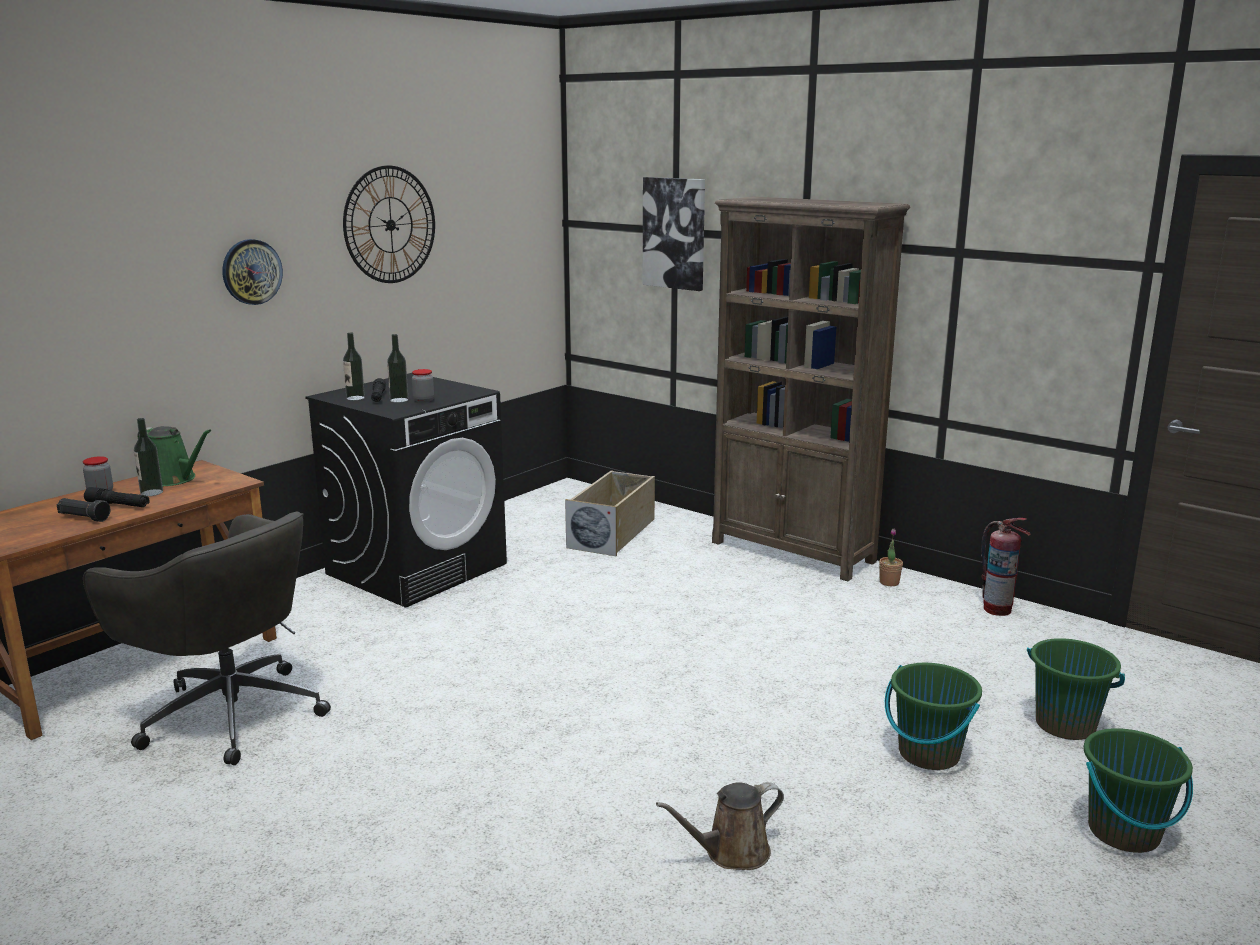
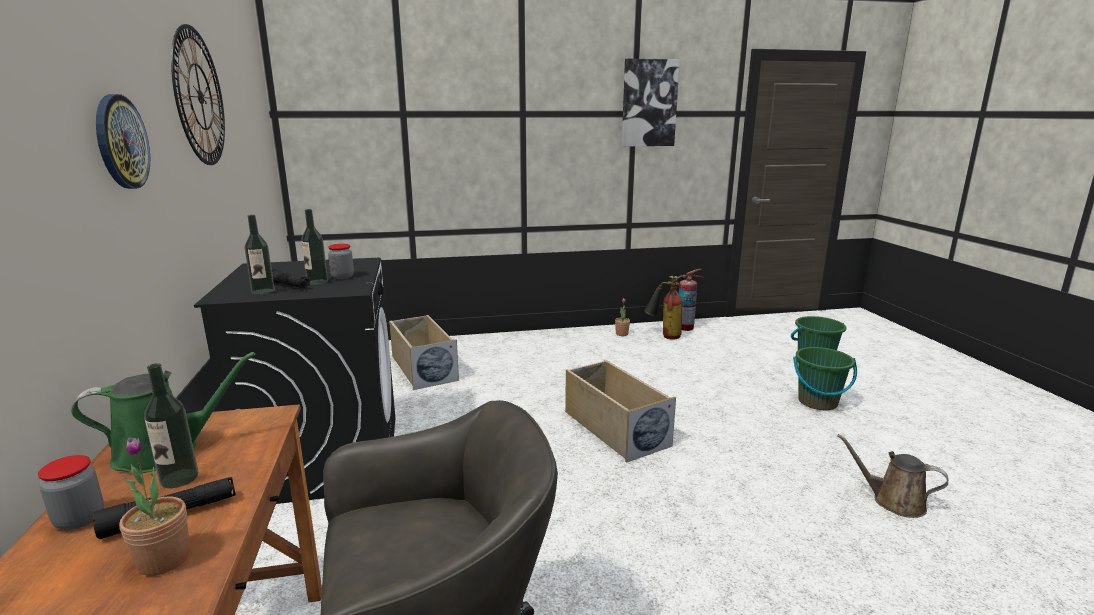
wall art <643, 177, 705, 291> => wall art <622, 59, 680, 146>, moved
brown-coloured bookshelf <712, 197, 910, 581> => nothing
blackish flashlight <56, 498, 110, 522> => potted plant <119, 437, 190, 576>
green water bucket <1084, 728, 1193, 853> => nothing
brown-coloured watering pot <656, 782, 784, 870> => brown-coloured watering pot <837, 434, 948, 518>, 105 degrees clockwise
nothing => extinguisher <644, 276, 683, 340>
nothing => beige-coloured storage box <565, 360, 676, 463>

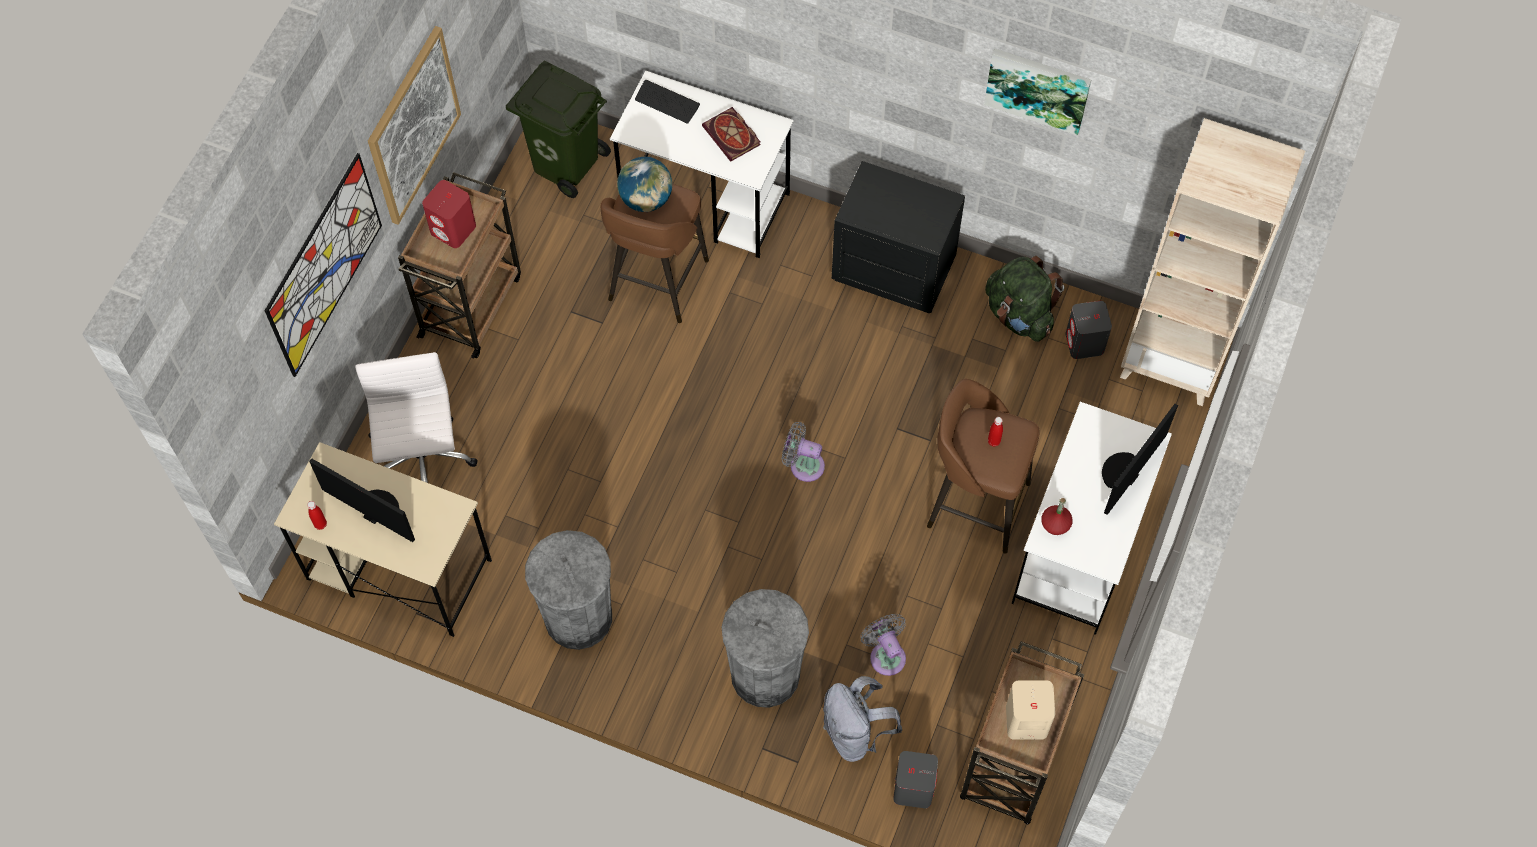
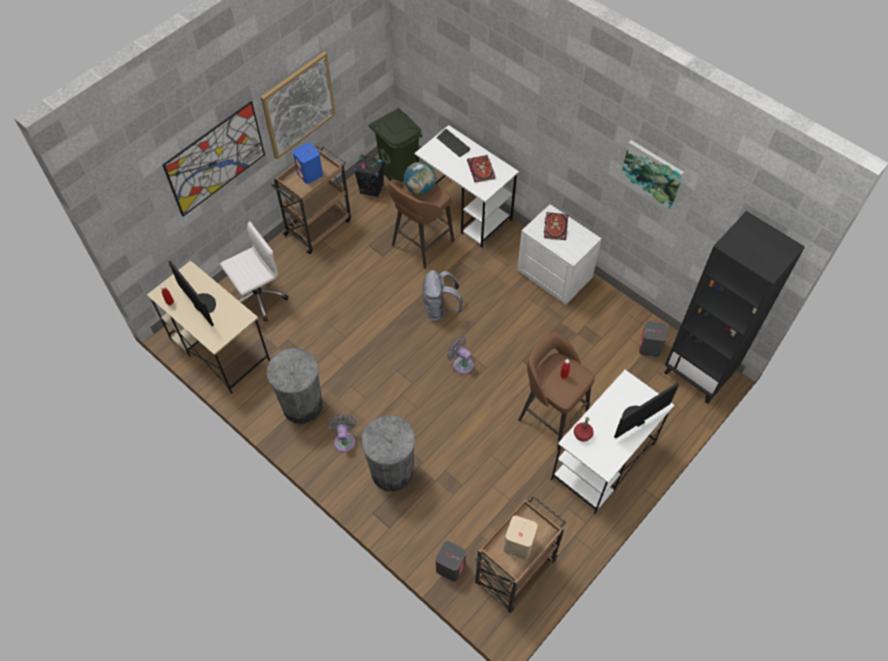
beige-coloured bookshelf <1120, 118, 1305, 406> => blackish bookshelf <664, 211, 805, 404>
blackish night table <831, 161, 965, 314> => white-coloured night table <517, 204, 602, 305>
reddish speaker <422, 180, 476, 248> => blue speaker <293, 143, 323, 184>
green rucksack <985, 256, 1065, 342> => nothing
white-coloured desk chair <355, 352, 478, 483> => white-coloured desk chair <220, 221, 288, 322>, 45 degrees clockwise
greyish electric fan <861, 614, 906, 676> => greyish electric fan <327, 414, 357, 452>, moved
greyish rucksack <823, 676, 902, 762> => greyish rucksack <423, 270, 463, 321>, moved
nothing => blackish speaker <354, 155, 384, 198>
nothing => bound book <544, 212, 568, 240>

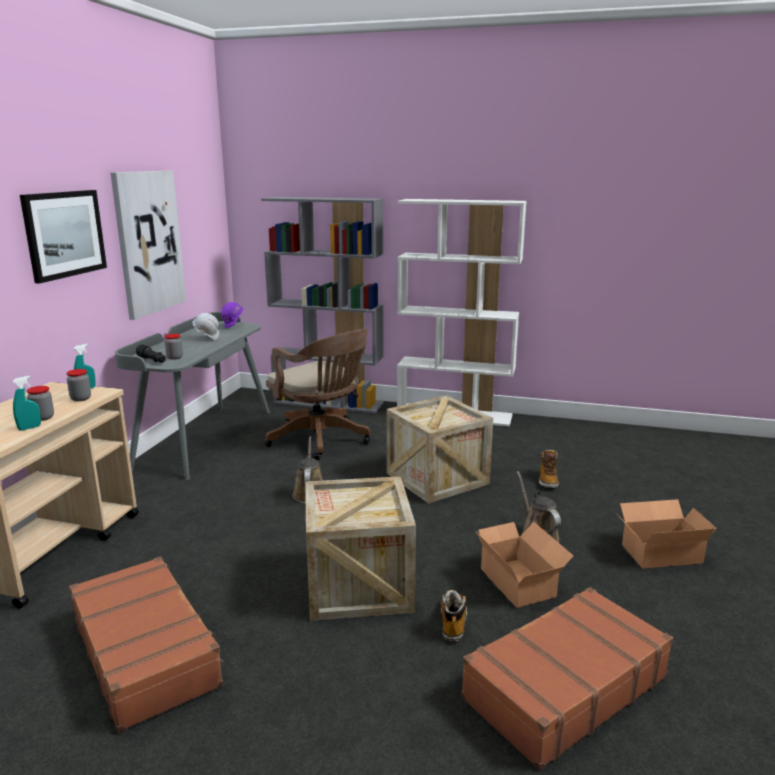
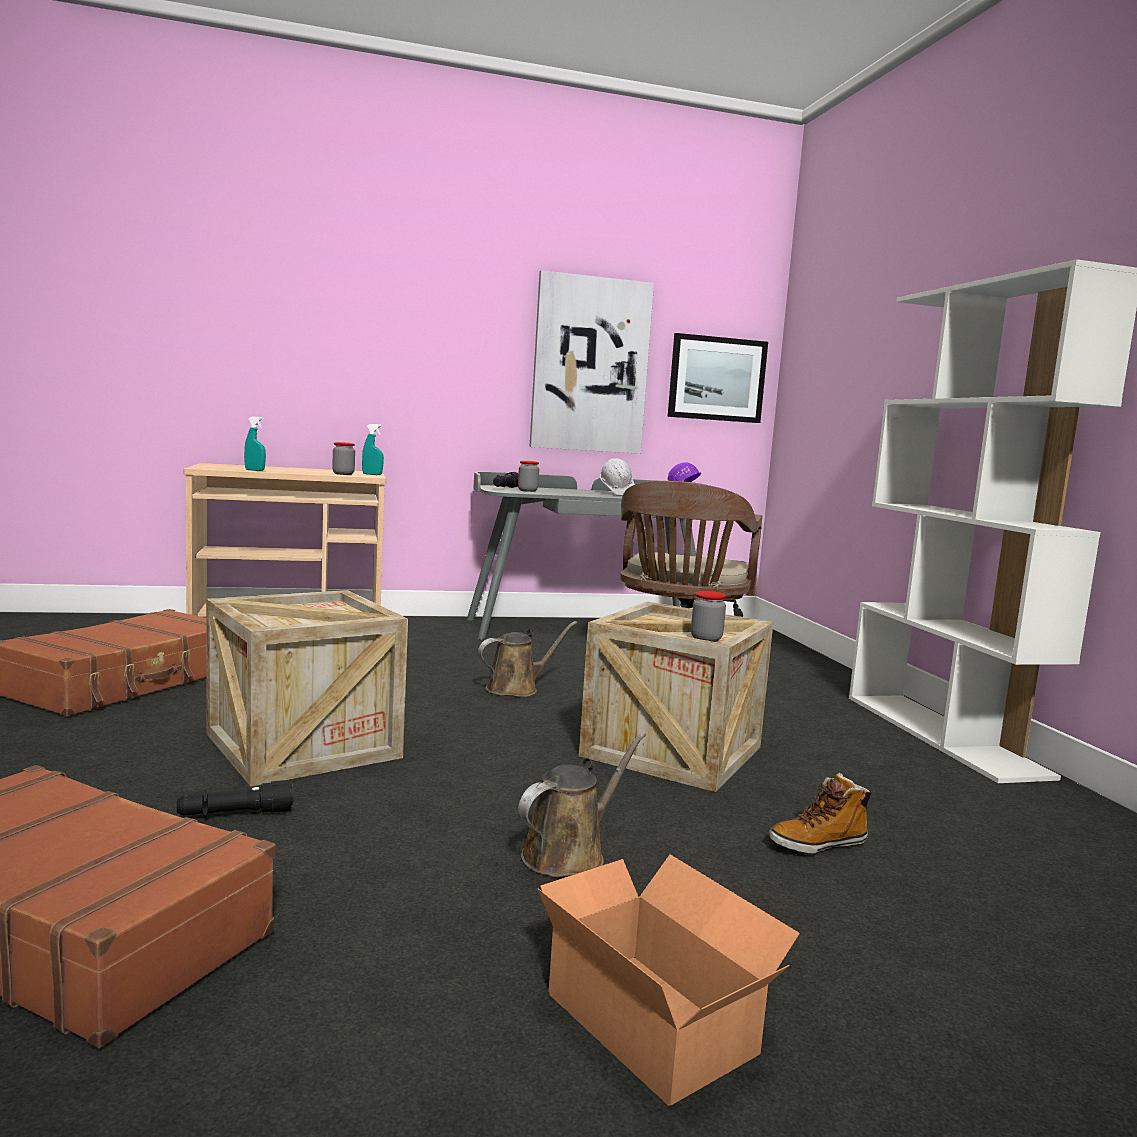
wall art <20, 190, 107, 284> => wall art <668, 333, 768, 423>, moved
greyish bookshelf <261, 197, 384, 413> => nothing
jar <27, 386, 54, 421> => jar <691, 591, 726, 642>, moved
carton <476, 522, 574, 608> => nothing
boot <441, 590, 467, 642> => blackish flashlight <177, 780, 293, 817>

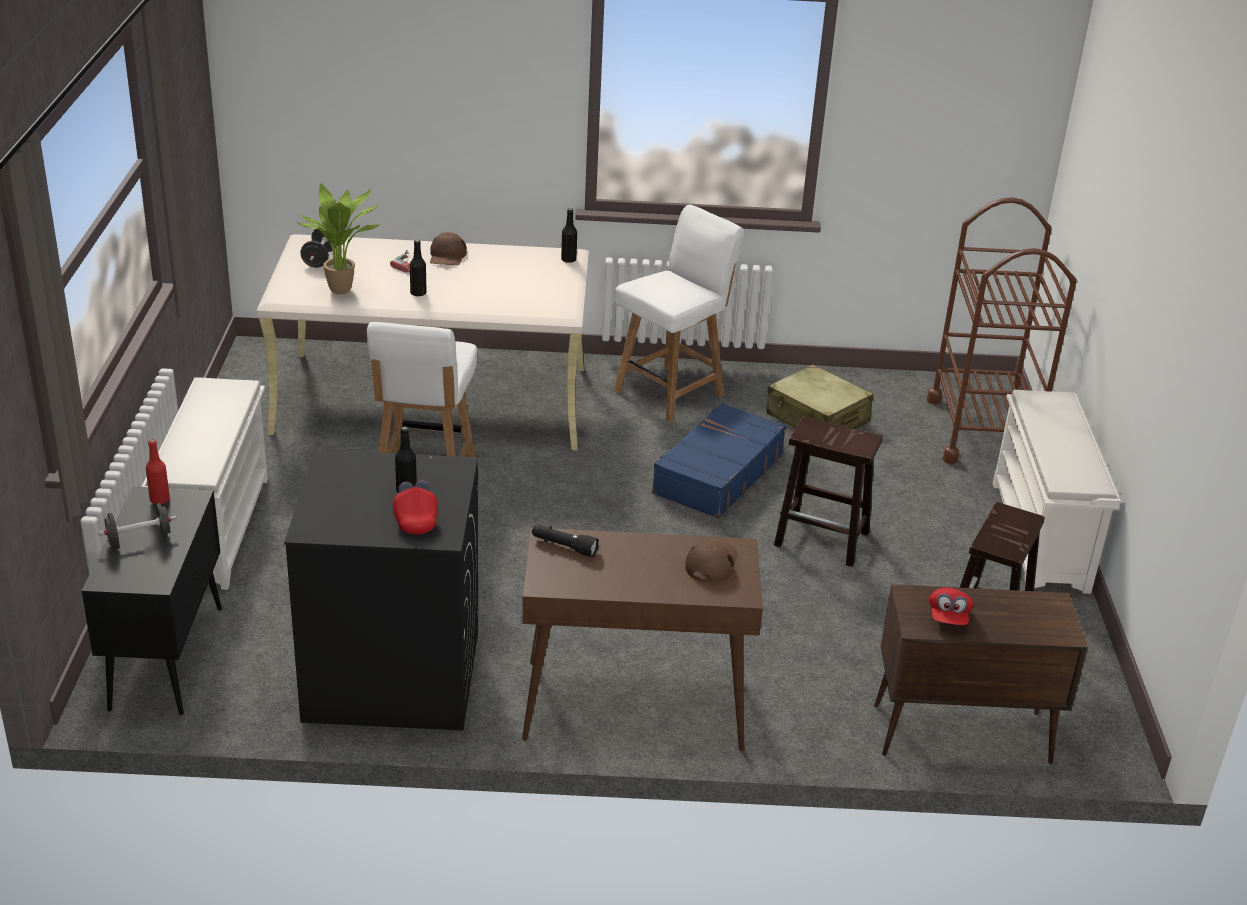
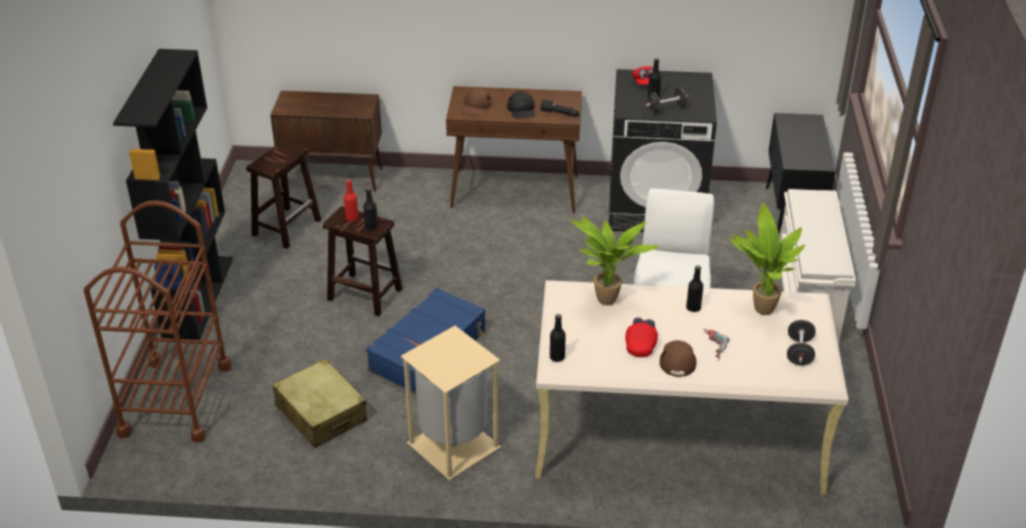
white-coloured plain chair <614, 205, 744, 423> => beige-coloured waste bin <400, 326, 501, 480>
white-coloured shoe rack <993, 390, 1121, 594> => blackish bookshelf <113, 49, 233, 340>
reddish drink bottle <146, 439, 170, 504> => reddish drink bottle <344, 179, 359, 222>, moved
blackish hand weight <98, 503, 177, 549> => blackish hand weight <646, 87, 688, 114>, moved
reddish baseball cap <929, 587, 973, 625> => reddish baseball cap <625, 317, 658, 357>, moved
nothing => blackish baseball cap <507, 91, 536, 118>
nothing => blackish drink bottle <363, 188, 378, 230>
nothing => potted plant <571, 215, 659, 305>

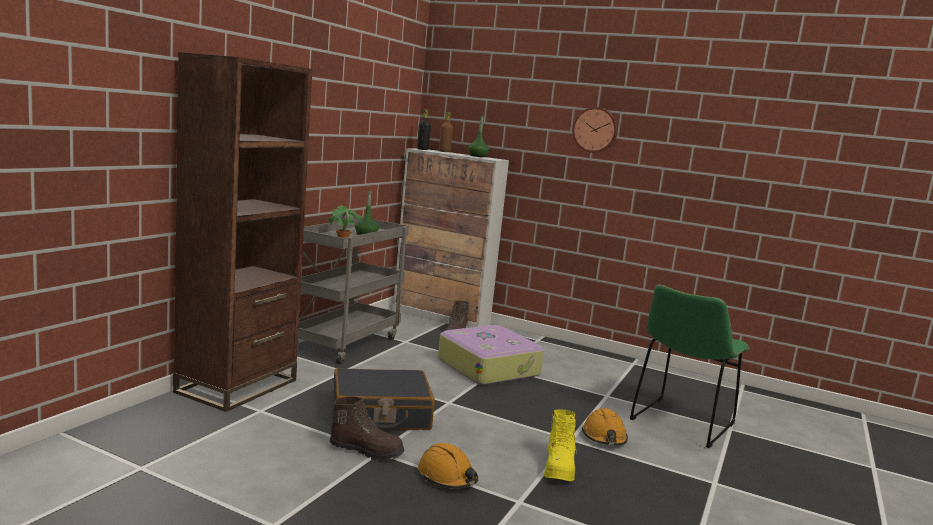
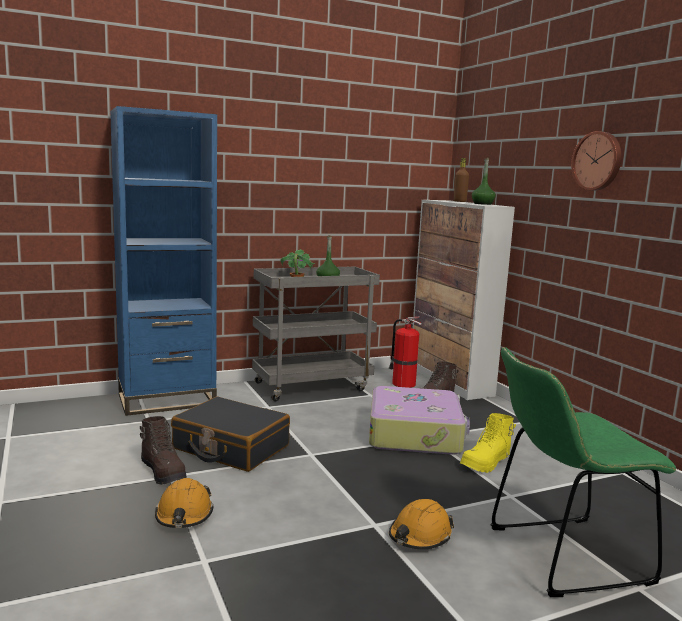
brown-coloured bookshelf <173, 52, 312, 412> => blue bookshelf <110, 106, 217, 416>
blackish drink bottle <417, 110, 431, 150> => nothing
yellow-coloured boot <544, 409, 577, 481> => yellow-coloured boot <460, 413, 516, 473>, moved
nothing => extinguisher <389, 316, 421, 388>

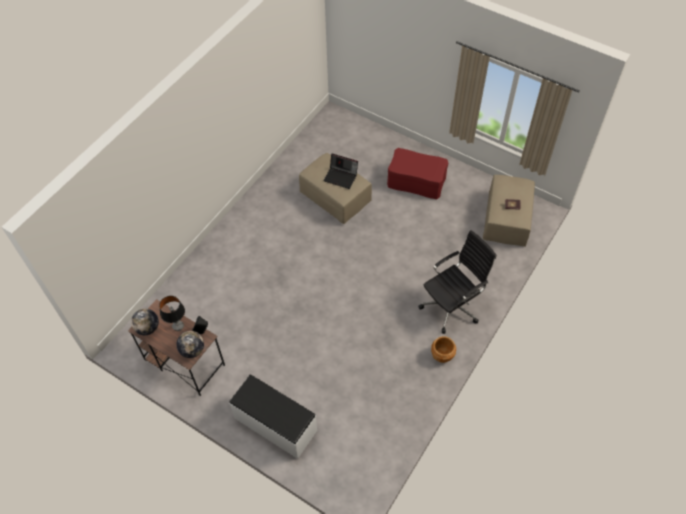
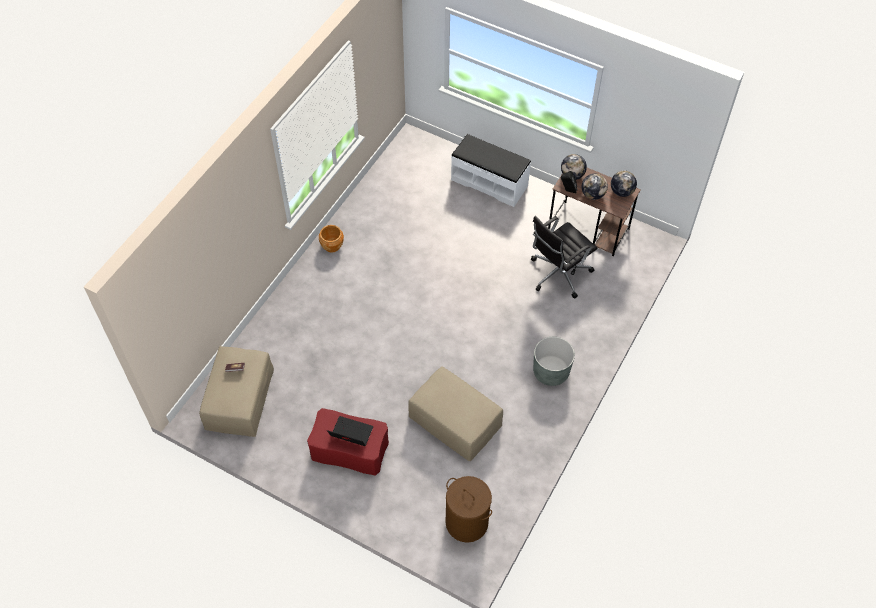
portable computer <324, 154, 358, 189> => portable computer <327, 416, 373, 446>, moved
blackish desk chair <418, 230, 496, 334> => blackish desk chair <531, 216, 597, 298>, moved
table lamp <159, 296, 185, 331> => world globe <582, 173, 608, 200>
nothing => greyish plant pot <533, 337, 575, 386>
nothing => brown-coloured washing basket <446, 476, 492, 543>

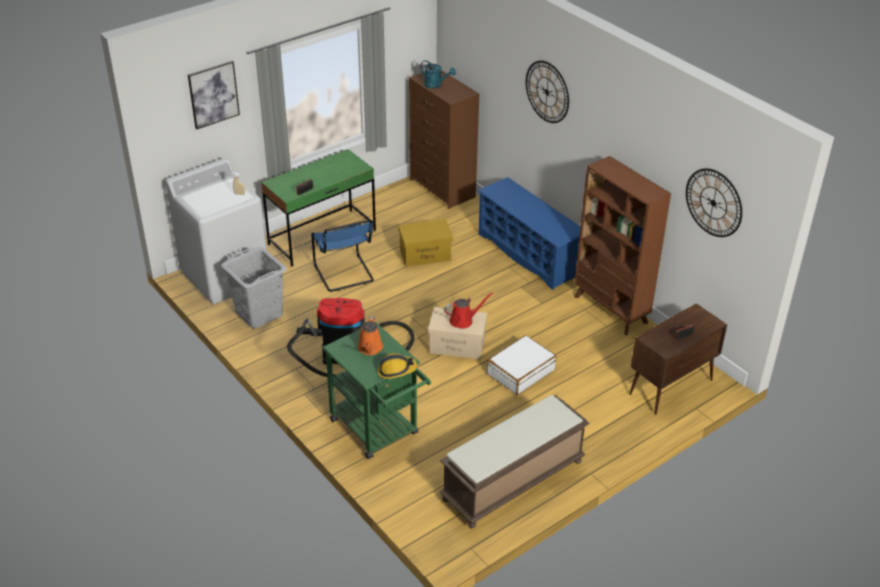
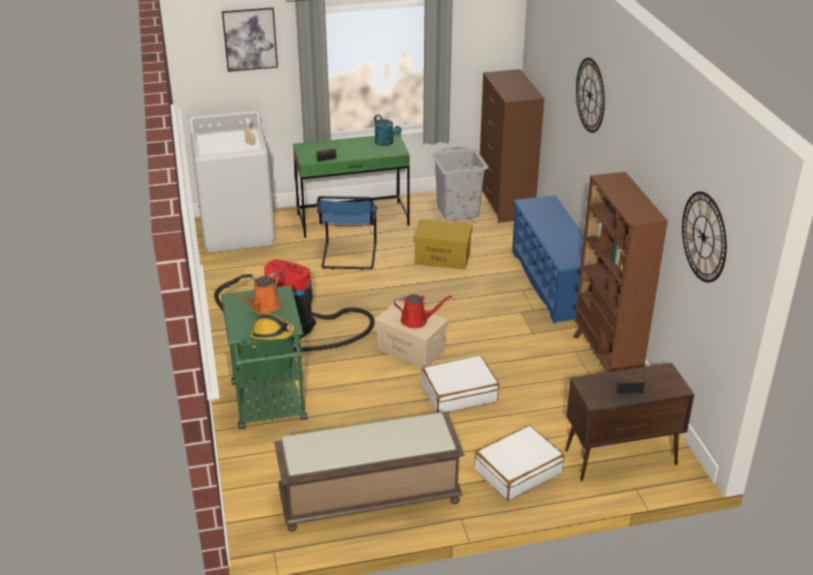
turquoise watering pot <420, 60, 456, 89> => turquoise watering pot <374, 114, 402, 146>, moved
greyish washing basket <221, 247, 287, 328> => greyish washing basket <431, 146, 489, 221>, moved
nothing => white-coloured travel case <474, 425, 564, 501>

